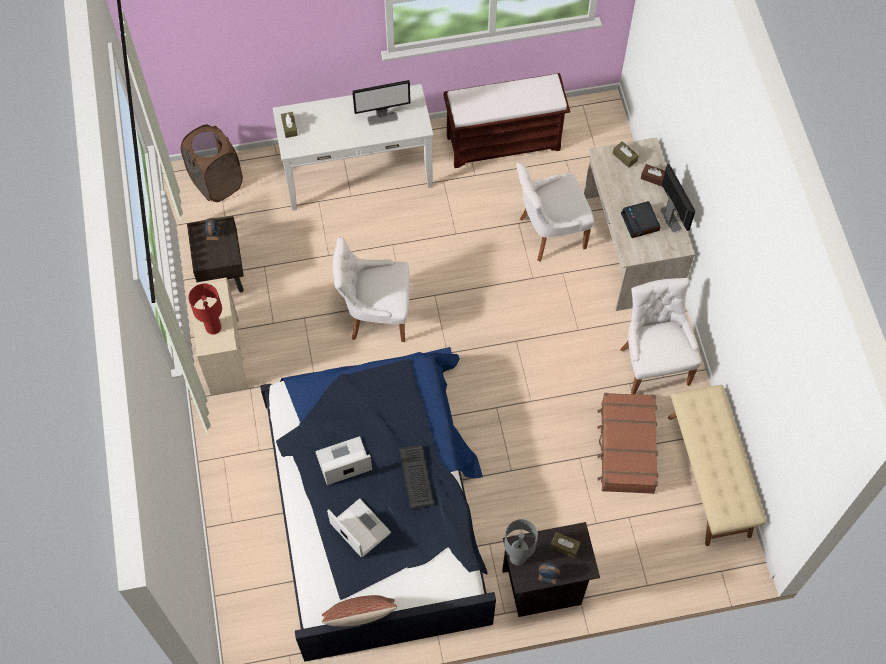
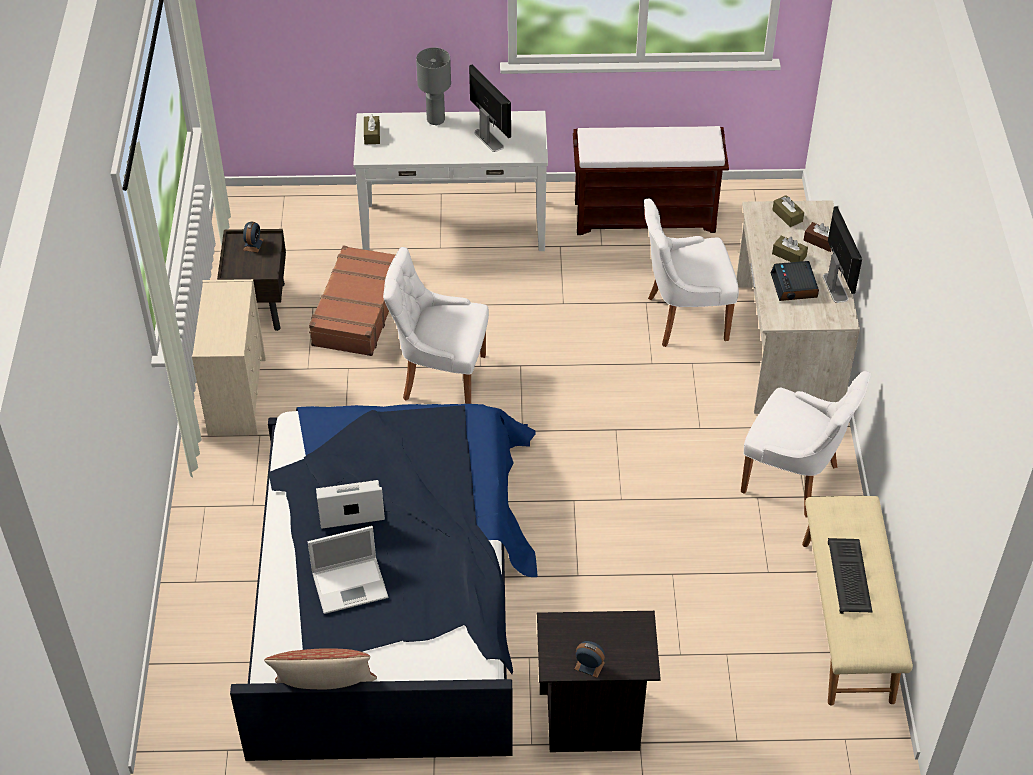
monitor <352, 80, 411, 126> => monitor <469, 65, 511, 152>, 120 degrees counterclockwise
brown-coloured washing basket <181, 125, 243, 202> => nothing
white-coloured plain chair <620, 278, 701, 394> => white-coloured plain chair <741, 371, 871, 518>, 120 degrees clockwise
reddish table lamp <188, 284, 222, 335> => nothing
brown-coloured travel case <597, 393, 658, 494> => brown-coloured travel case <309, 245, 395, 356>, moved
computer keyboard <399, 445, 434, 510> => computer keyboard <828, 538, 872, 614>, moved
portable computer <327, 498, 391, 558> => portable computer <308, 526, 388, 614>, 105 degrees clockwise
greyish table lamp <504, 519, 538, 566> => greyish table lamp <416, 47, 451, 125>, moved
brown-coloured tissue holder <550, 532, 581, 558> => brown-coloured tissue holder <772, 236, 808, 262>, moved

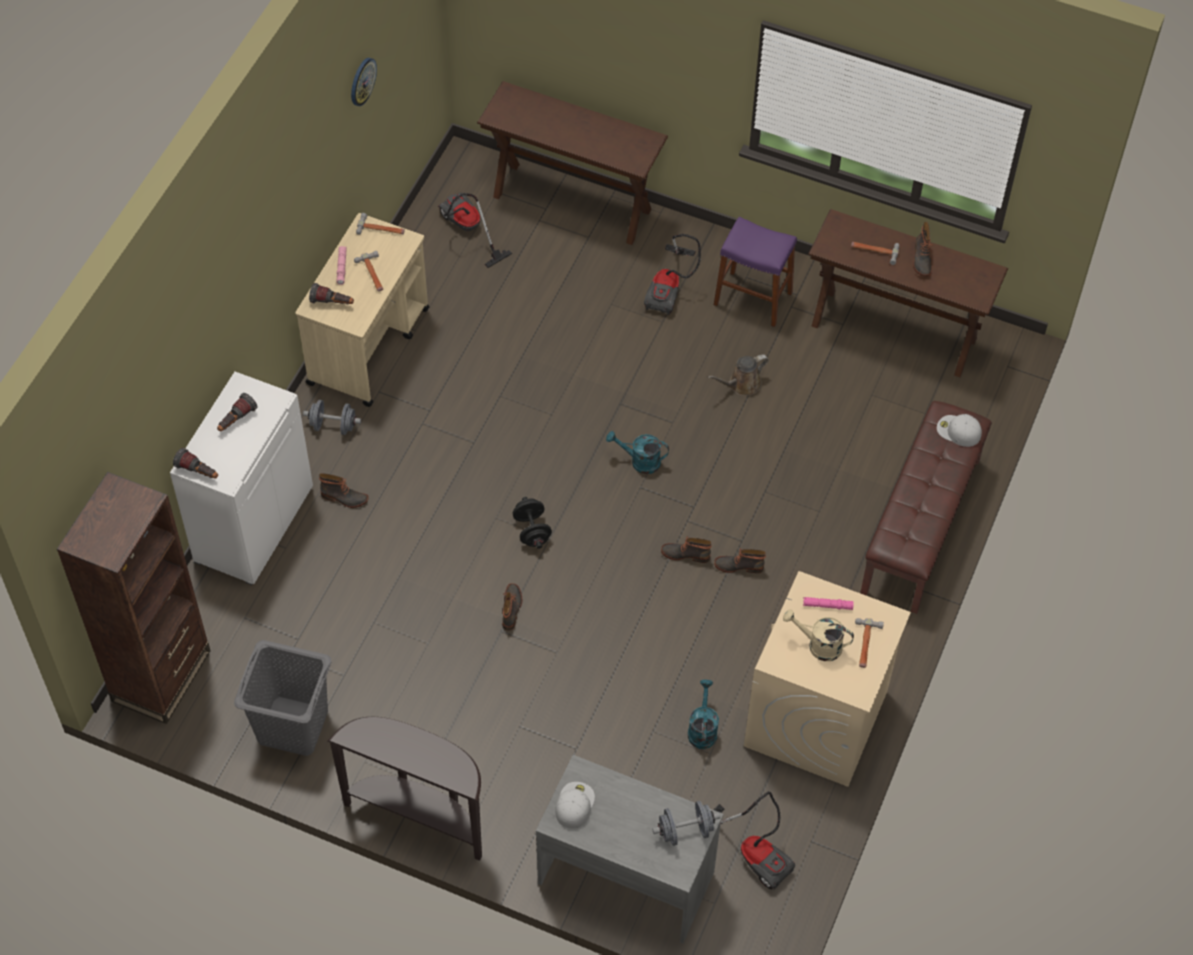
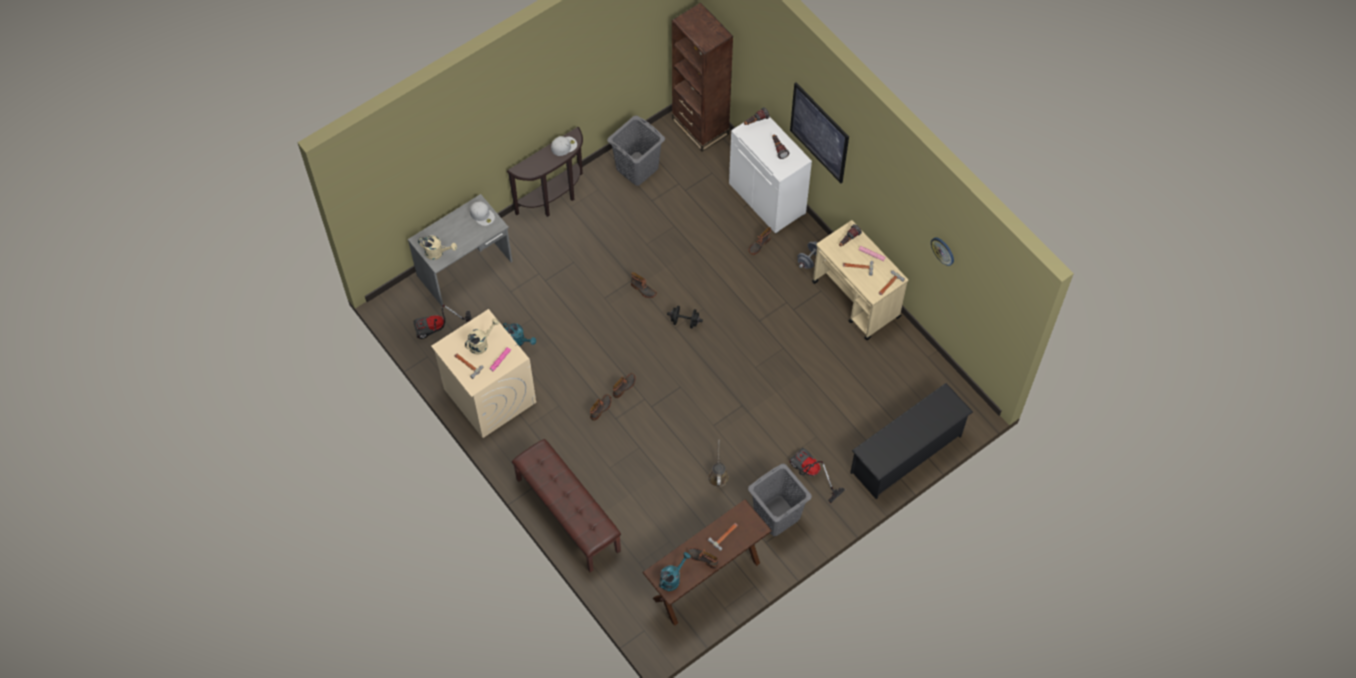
brown-coloured console table <477, 81, 668, 245> => blackish shoe rack <850, 383, 973, 499>
vacuum cleaner <438, 193, 513, 268> => nothing
purple sitting stool <714, 217, 797, 327> => greyish washing basket <748, 464, 812, 536>
white-coloured baseball cap <937, 414, 982, 447> => white-coloured baseball cap <551, 136, 577, 156>, moved
turquoise watering pot <606, 431, 669, 474> => turquoise watering pot <659, 552, 691, 591>, moved
greyish hand weight <652, 801, 720, 846> => beige-coloured watering pot <418, 235, 457, 260>
nothing => wall art <790, 82, 849, 183>

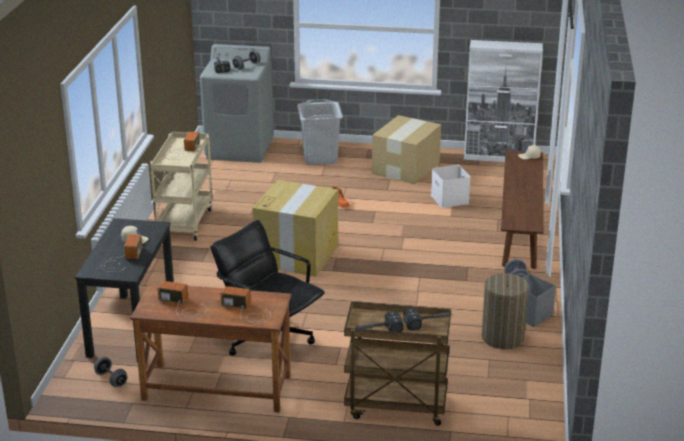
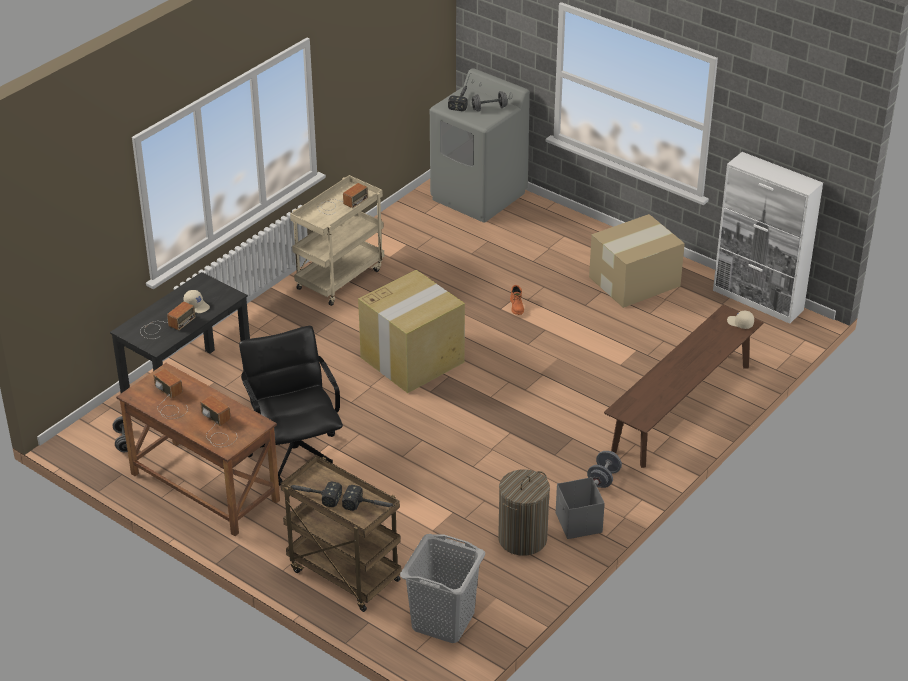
greyish washing basket <297, 99, 343, 165> => greyish washing basket <400, 534, 485, 643>, moved
white-coloured storage box <431, 165, 471, 208> => nothing

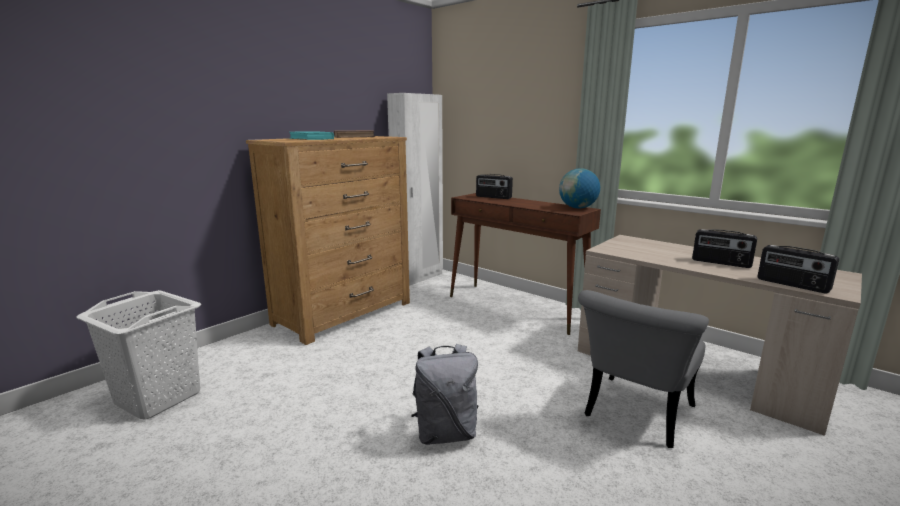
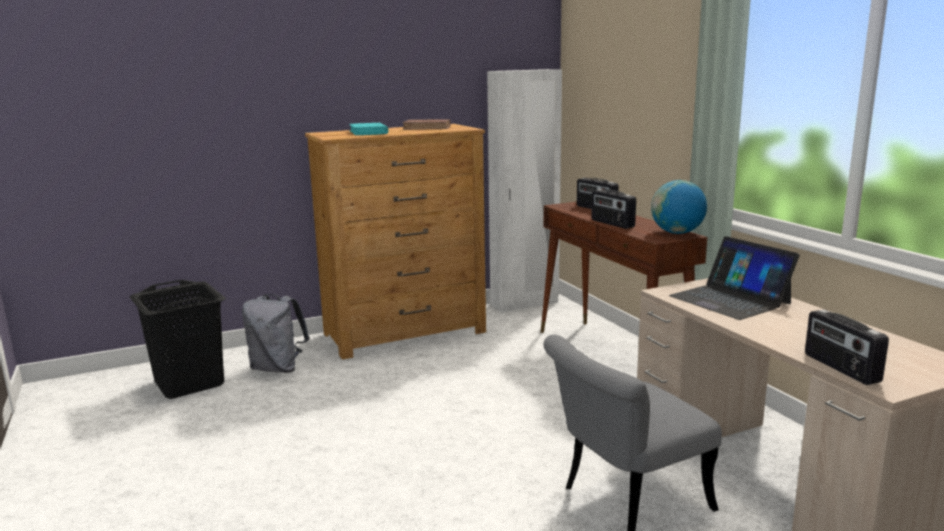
radio receiver <692, 229, 757, 268> => radio receiver <591, 189, 636, 229>, moved
white-coloured washing basket <76, 290, 201, 420> => blackish washing basket <130, 280, 226, 399>
greyish rucksack <411, 344, 479, 445> => greyish rucksack <242, 294, 310, 373>, moved
nothing => portable computer <669, 236, 799, 320>

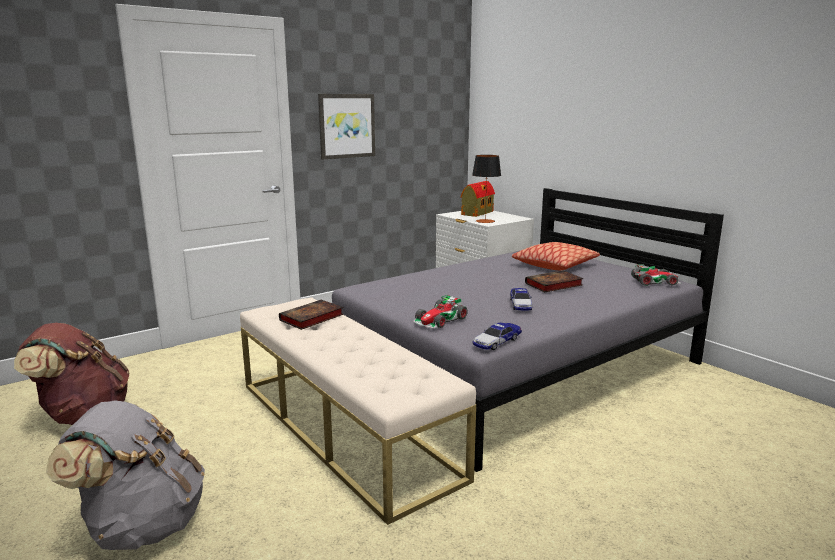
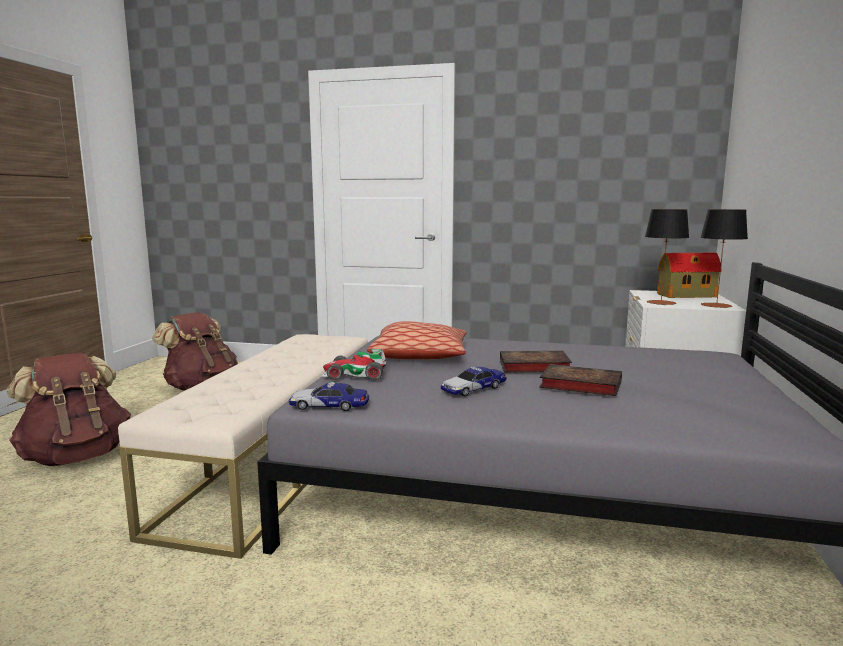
wall art <318, 94, 375, 159> => nothing
throw pillow <512, 242, 600, 270> => throw pillow <367, 321, 466, 359>, moved
toy car <631, 264, 681, 286> => nothing
bound book <279, 300, 344, 330> => bound book <500, 351, 572, 372>, moved
greyish rucksack <46, 400, 205, 550> => brown-coloured rucksack <7, 353, 131, 466>
nothing => table lamp <700, 209, 748, 308>

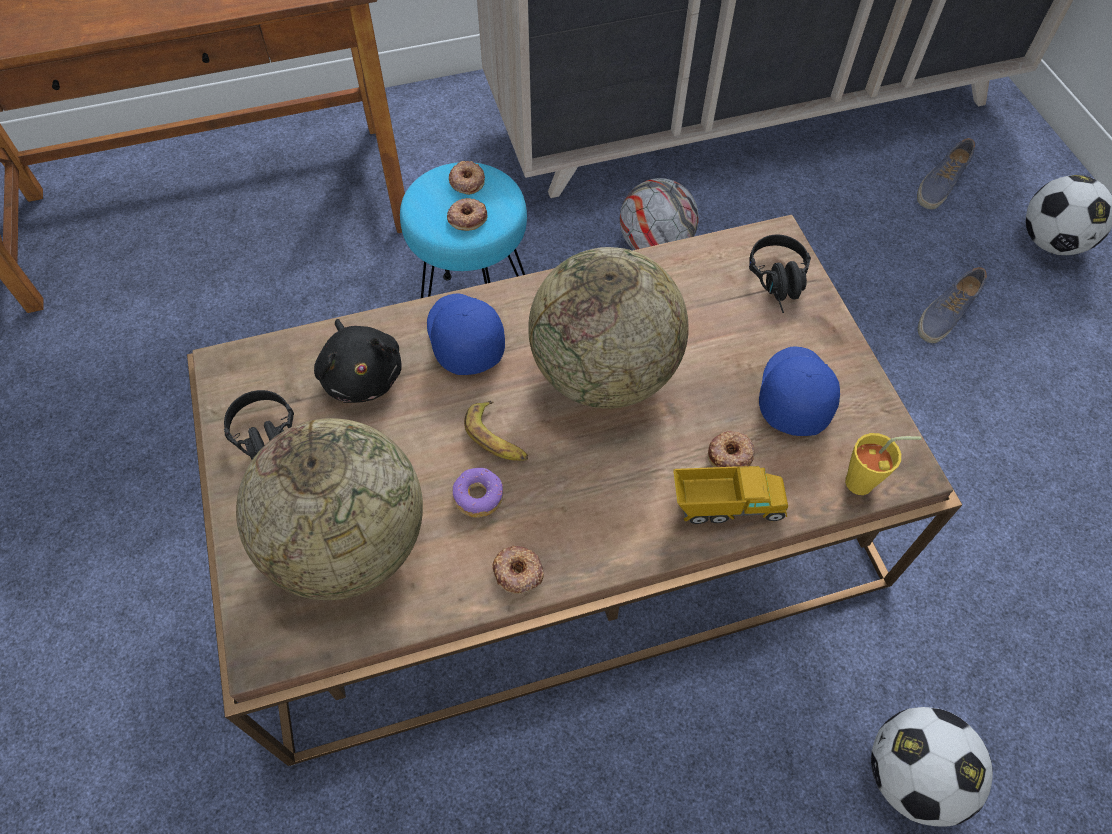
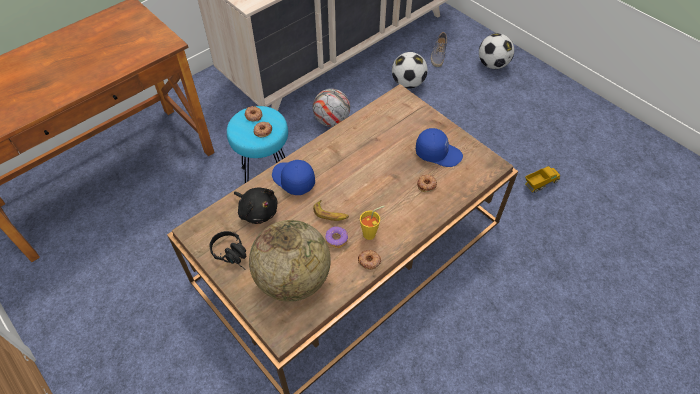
blackish headphones <749, 235, 811, 313> => nothing
world globe <528, 247, 689, 409> => nothing
shoe <918, 267, 987, 344> => nothing
blue baseball cap <759, 347, 840, 436> => blue baseball cap <416, 128, 463, 167>, 120 degrees clockwise
yellow-coloured small cup <845, 433, 922, 495> => yellow-coloured small cup <360, 206, 385, 240>, moved
model truck <673, 466, 788, 524> => model truck <525, 166, 560, 193>, moved
football <871, 707, 993, 827> => football <392, 52, 428, 89>, moved

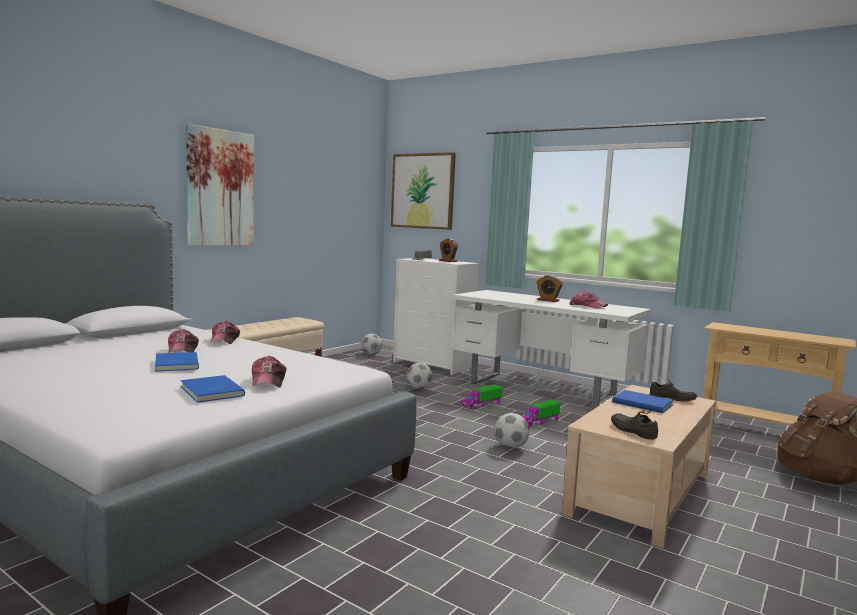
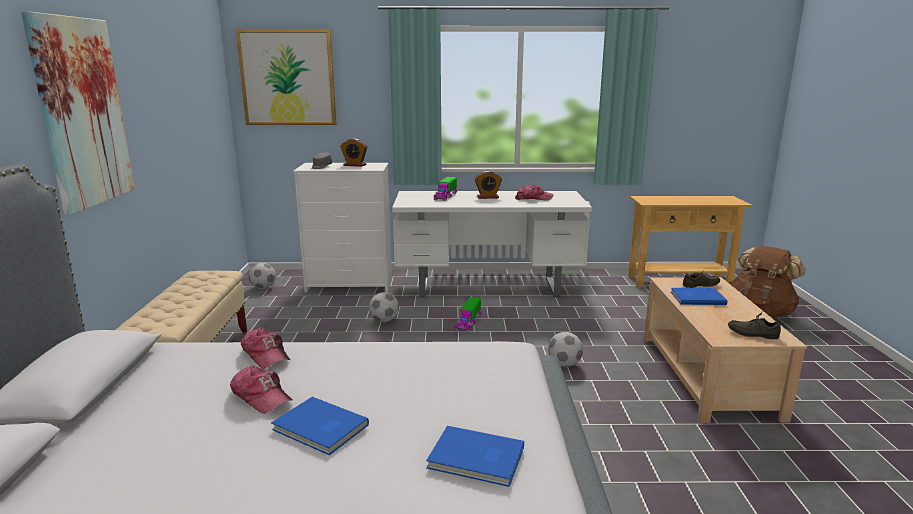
baseball cap <252, 356, 286, 388> => nothing
model truck <522, 400, 560, 427> => model truck <434, 177, 457, 201>, moved

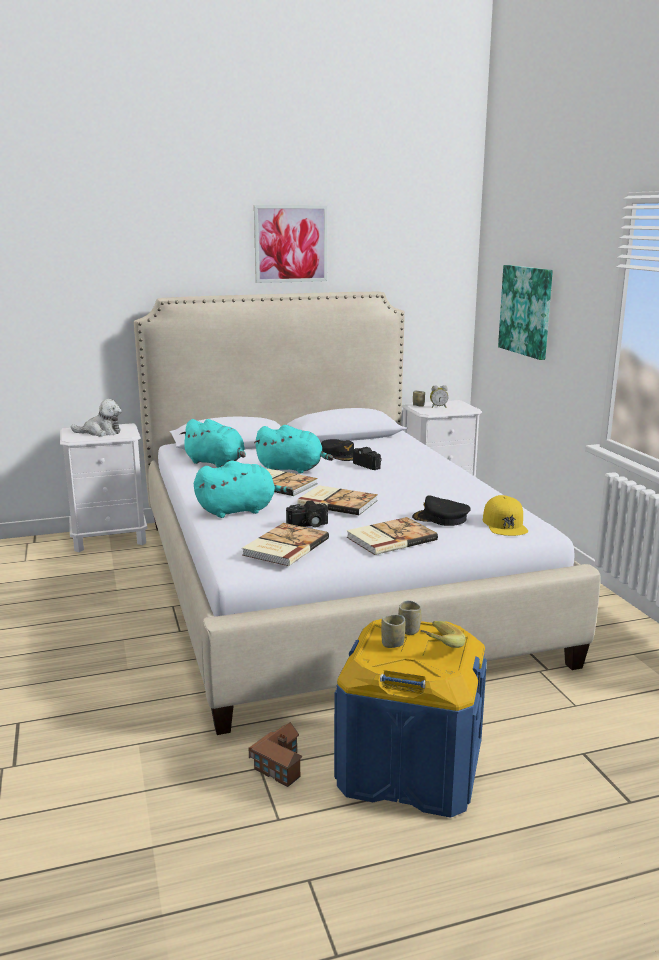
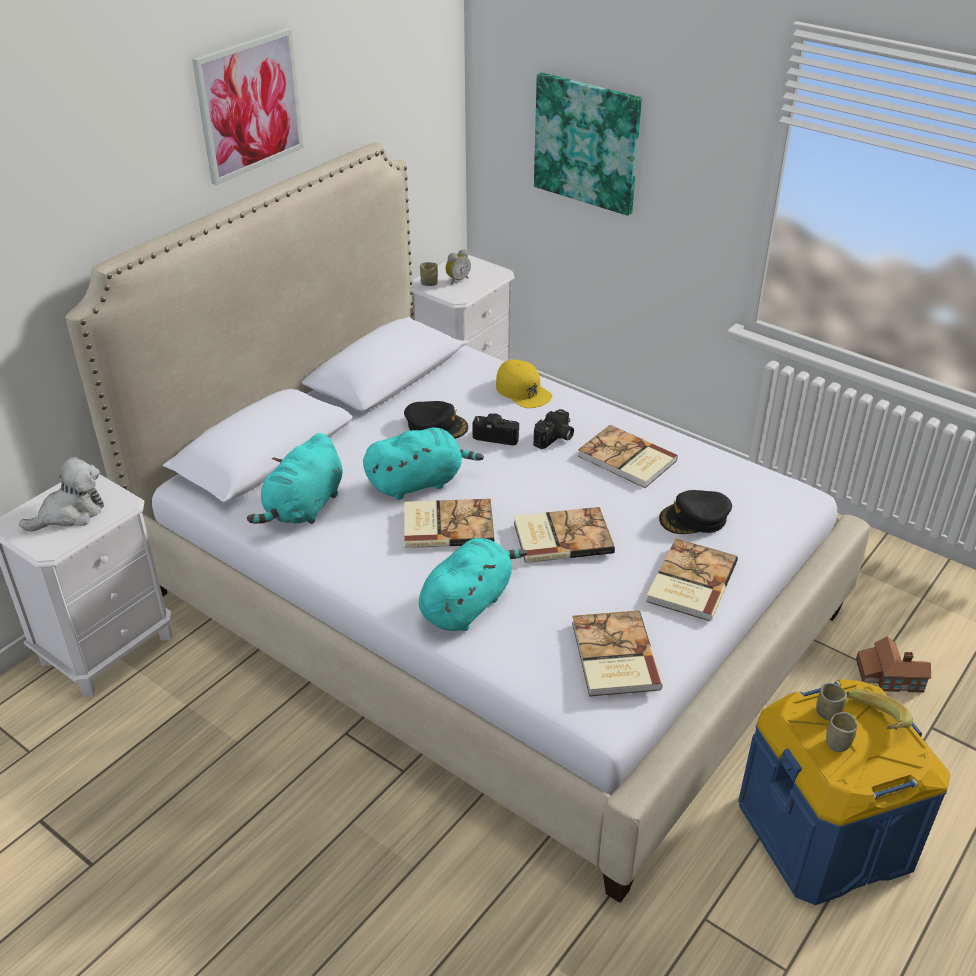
turquoise soft toy <180, 419, 246, 468> => turquoise soft toy <247, 433, 343, 524>, 120 degrees clockwise
yellow-coloured baseball cap <483, 495, 528, 536> => yellow-coloured baseball cap <496, 360, 552, 408>, moved
still camera <286, 501, 328, 527> => still camera <533, 409, 574, 449>, moved
miniature house <249, 722, 302, 787> => miniature house <856, 637, 931, 693>, moved
nothing => bound book <577, 425, 678, 488>

